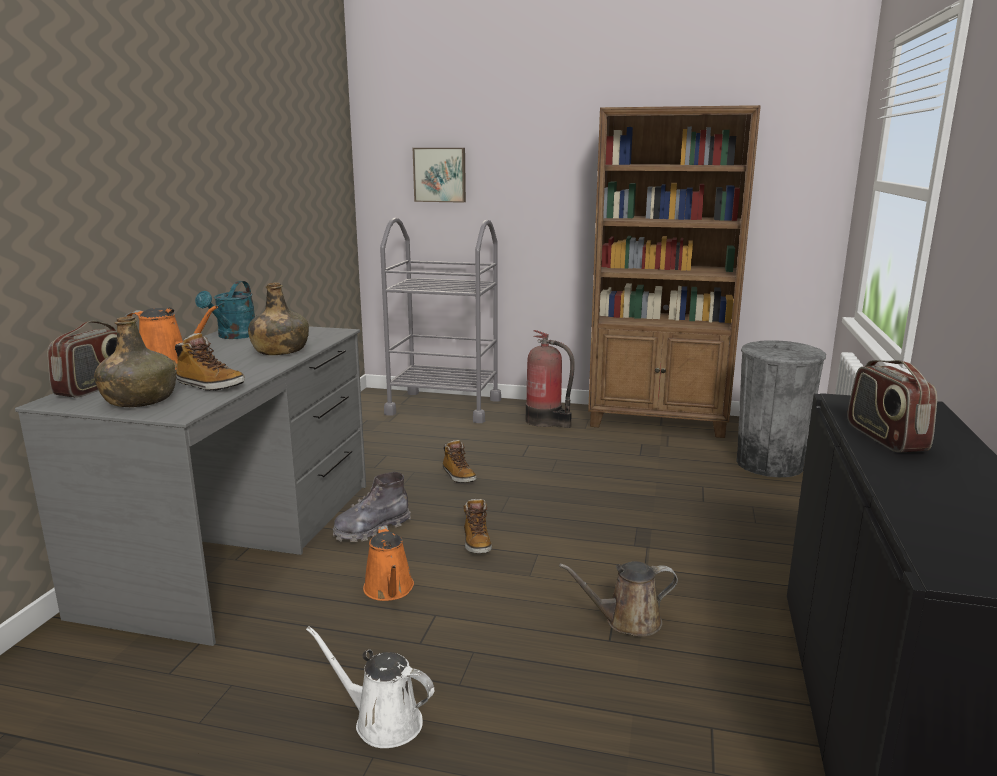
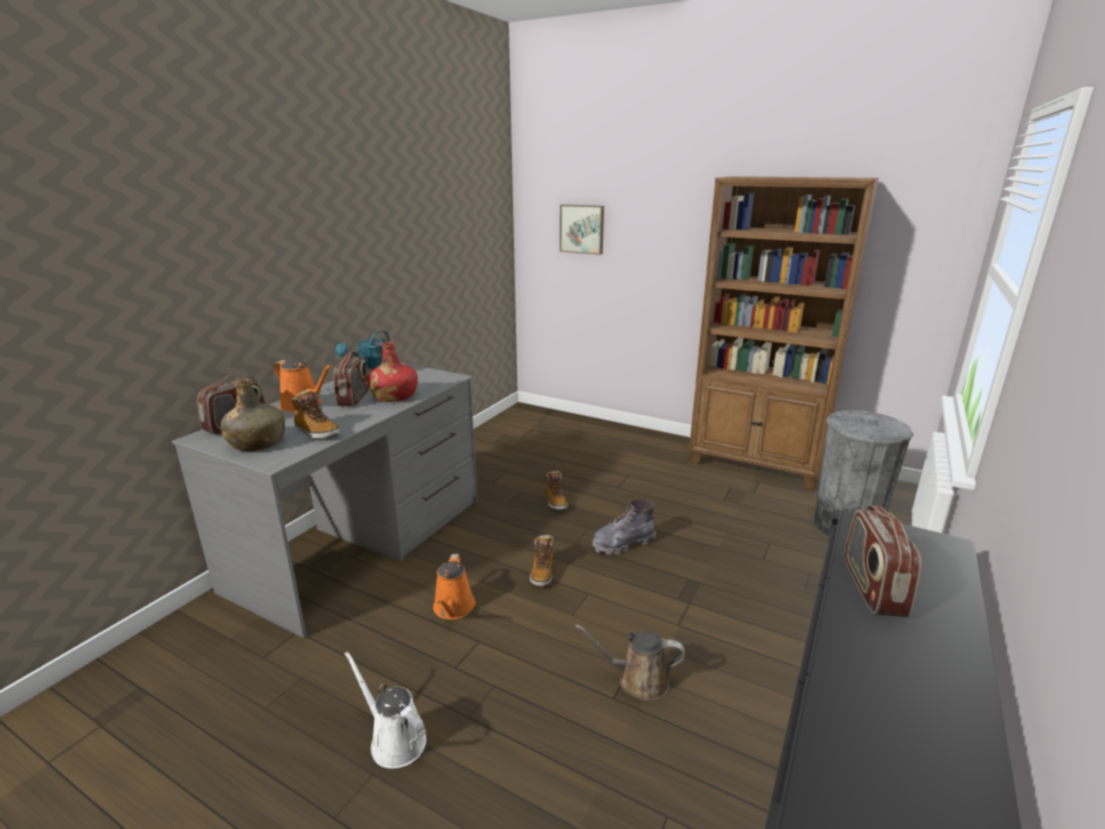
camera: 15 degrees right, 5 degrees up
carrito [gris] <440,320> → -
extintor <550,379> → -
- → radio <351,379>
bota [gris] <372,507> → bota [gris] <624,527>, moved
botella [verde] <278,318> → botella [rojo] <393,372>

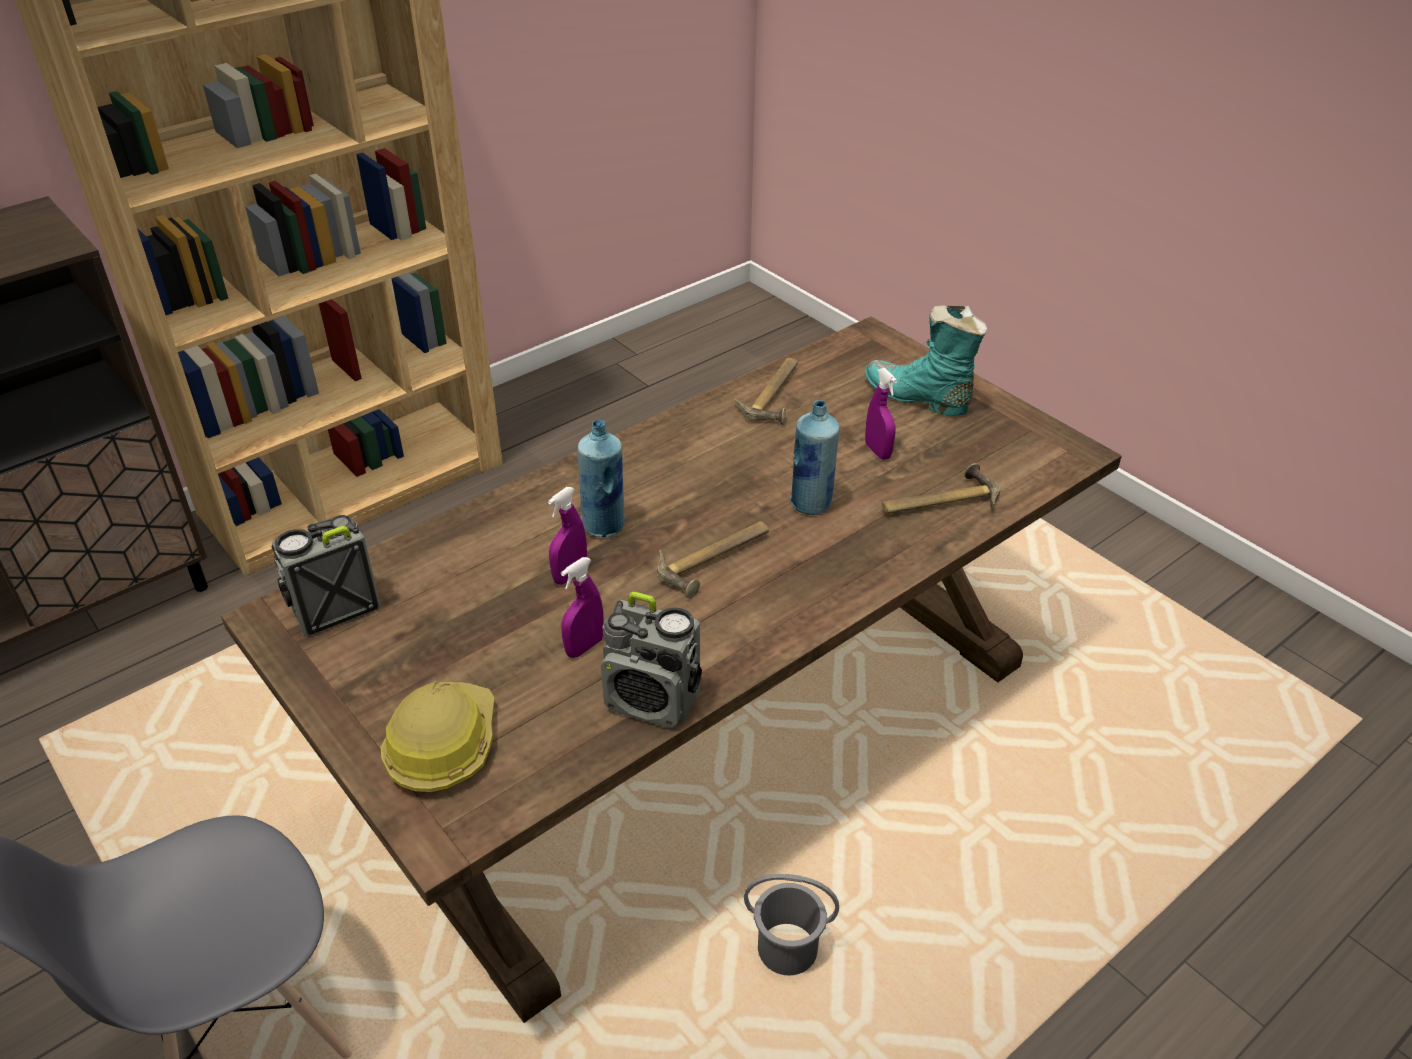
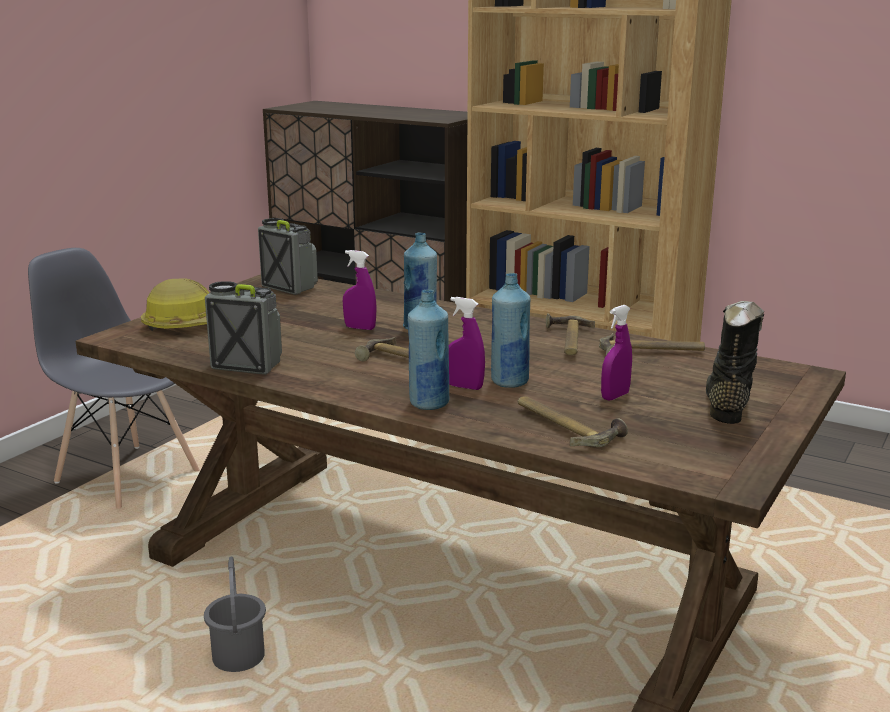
camera: 70 degrees right, 20 degrees down
- → botella [azul] <428,350>
- → martillo <570,334>
pulverizador [morado] <582,607> → pulverizador [morado] <467,343>, moved
bota [turquesa] <926,361> → bota [negro] <735,362>
radio <651,660> → radio <243,328>, 105 degrees clockwise

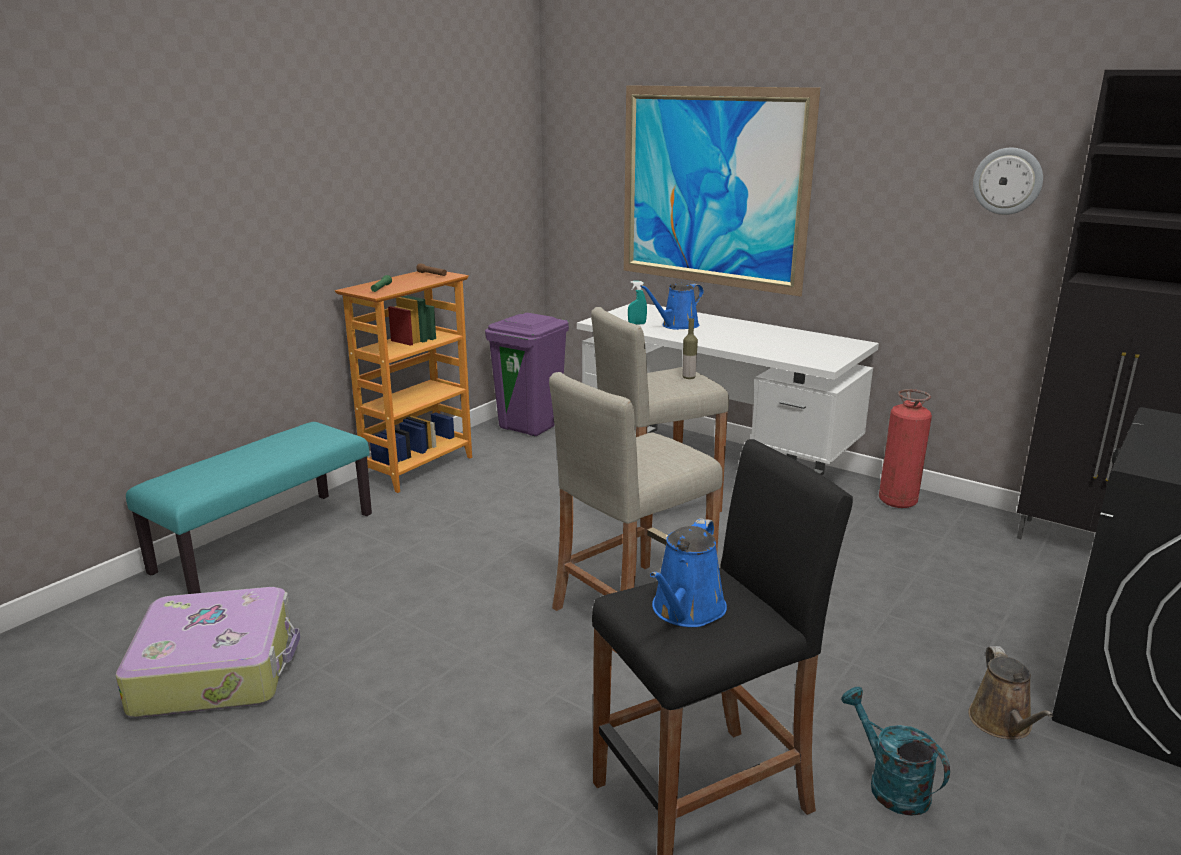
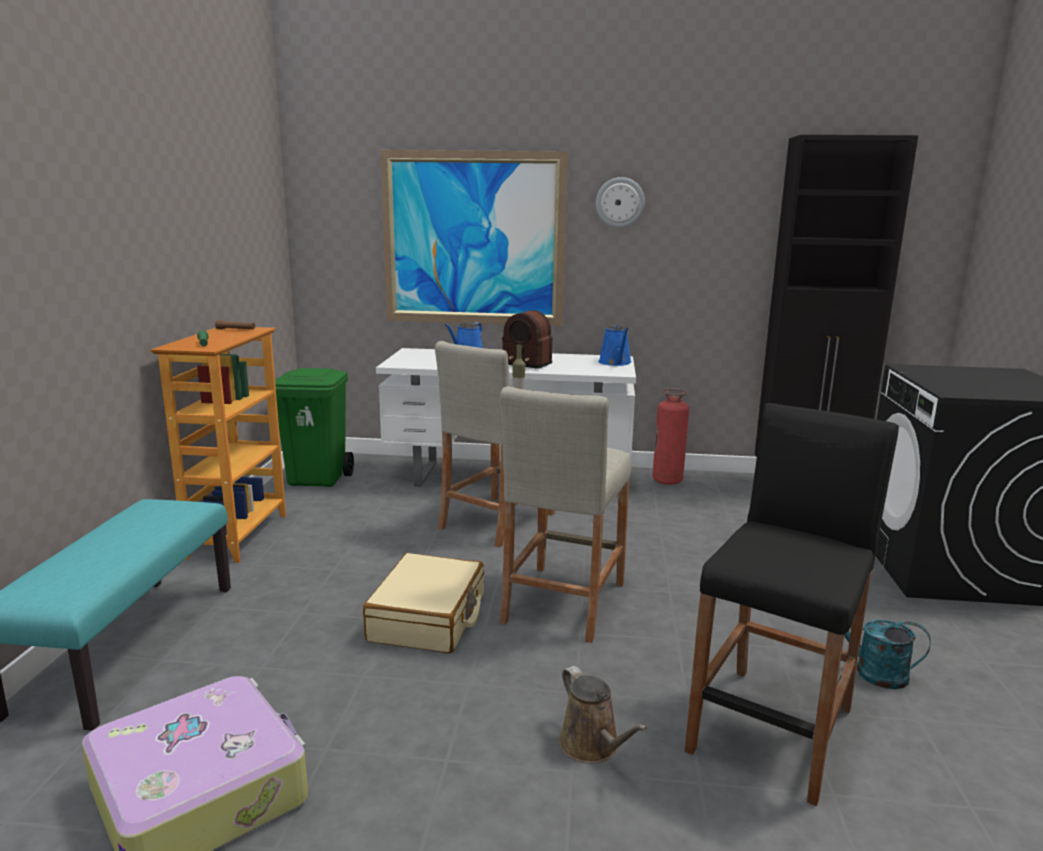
camera: 30 degrees left, 5 degrees down
pulverizador [turquesa] <637,303> → -
- → maleta [beis] <423,603>
- → radio <527,339>
regadera [azul] <688,572> → regadera [azul] <615,345>, moved
regadera [marrón] <1010,692> → regadera [marrón] <603,714>, moved
reloj de pared <1008,181> → reloj de pared <620,202>, moved
papelera [morado] <527,374> → papelera [verde] <314,427>

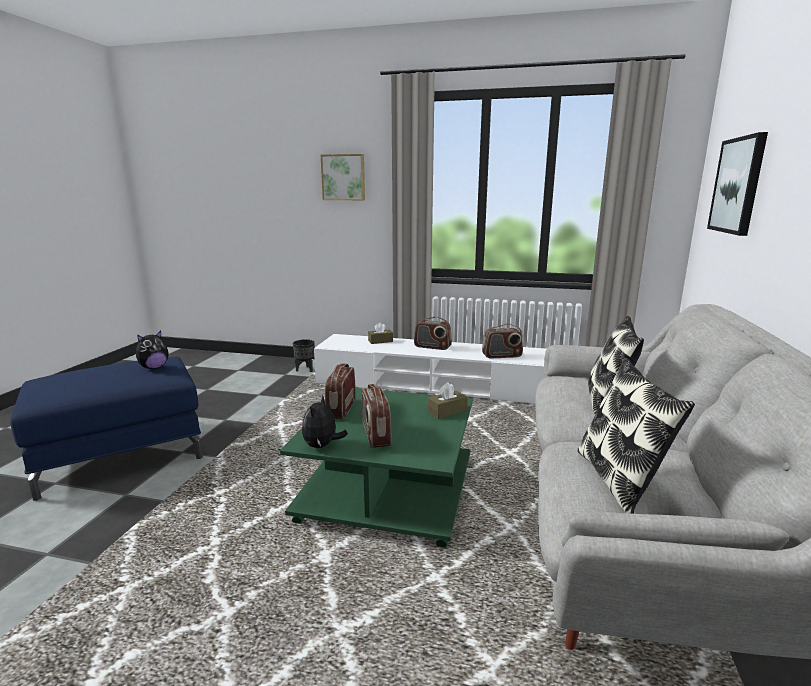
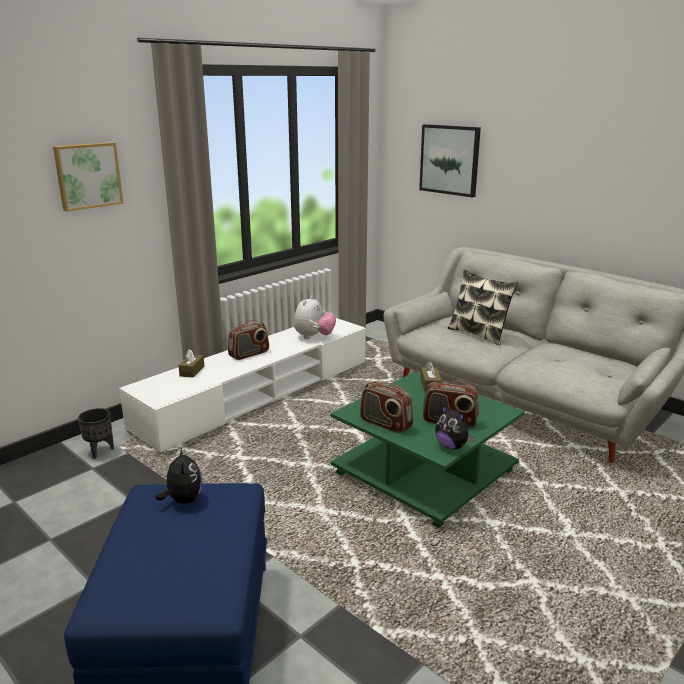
camera: 60 degrees left, 5 degrees up
cojín <636,436> → -
radio <502,341> → peluche <315,317>

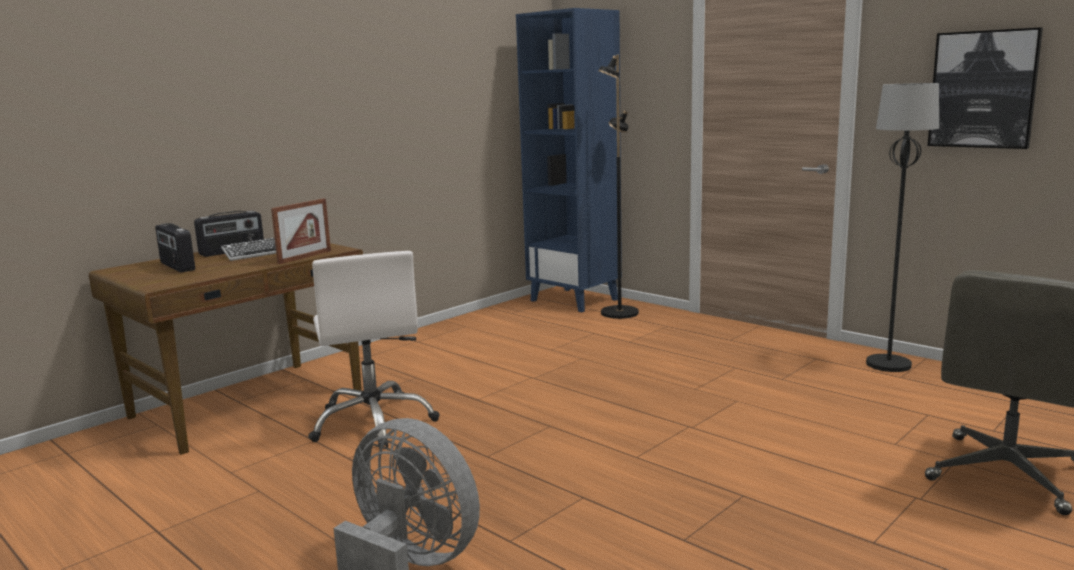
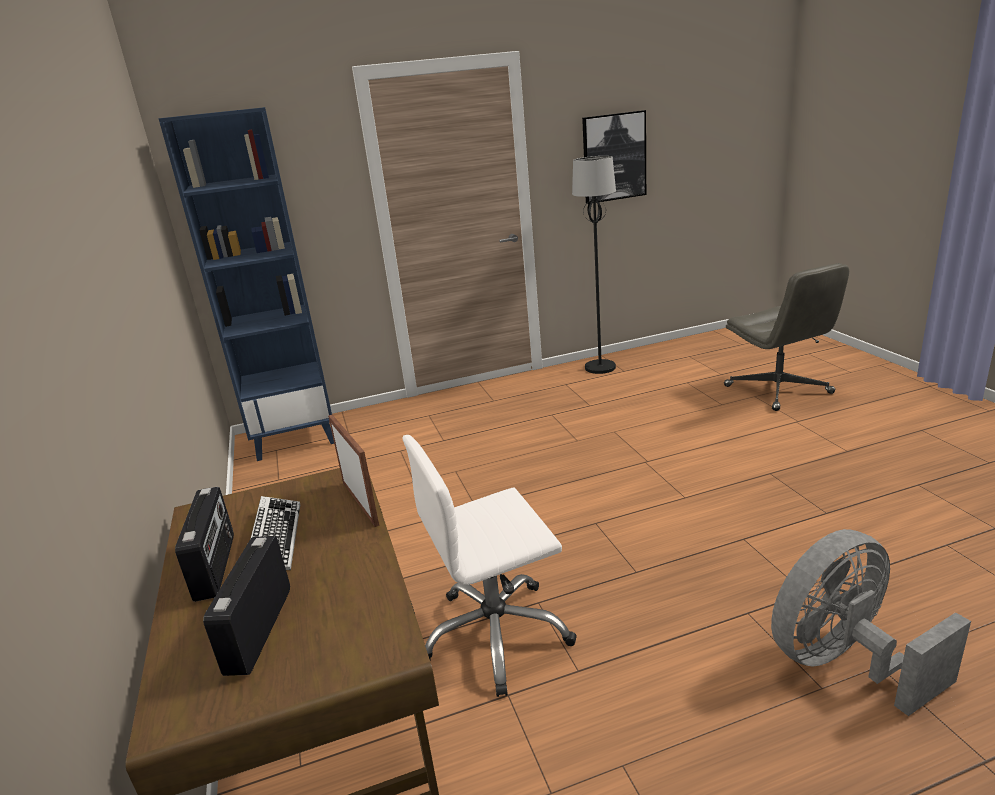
camera: 60 degrees left, 10 degrees up
lámpara de pie [negro] <618,187> → -
radio <175,247> → radio <246,606>, 105 degrees clockwise
silla de oficina [blanco] <374,350> → silla de oficina [blanco] <489,566>, 150 degrees clockwise

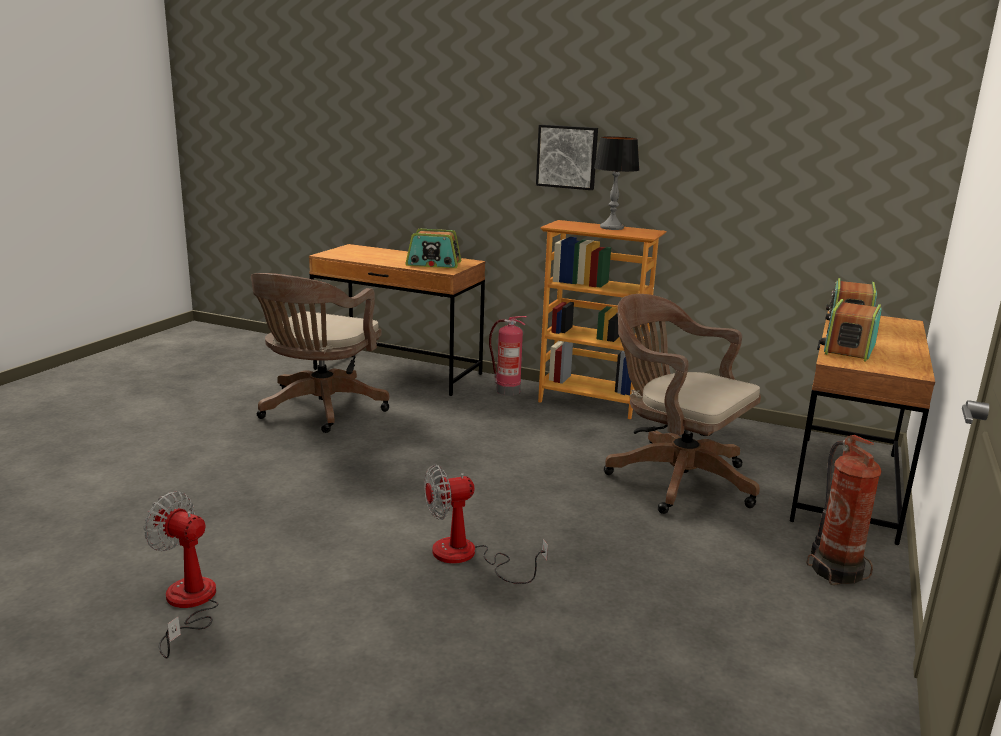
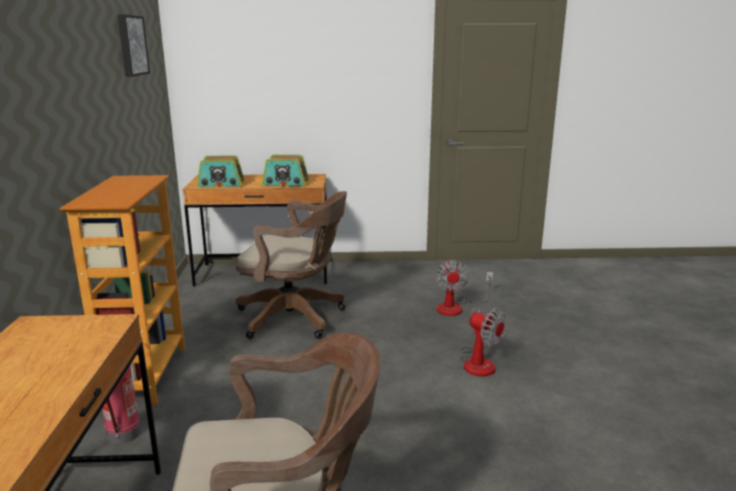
camera: 115 degrees left, 0 degrees up
radio <433,248> → -
lámpara de mesa <617,183> → -
extintor <844,510> → -
ventilador <181,574> → ventilador <464,288>, moved
cuadro <567,157> → cuadro <133,46>, moved
silla de oficina [marrón] <682,404> → silla de oficina [marrón] <291,265>, 90 degrees counterclockwise

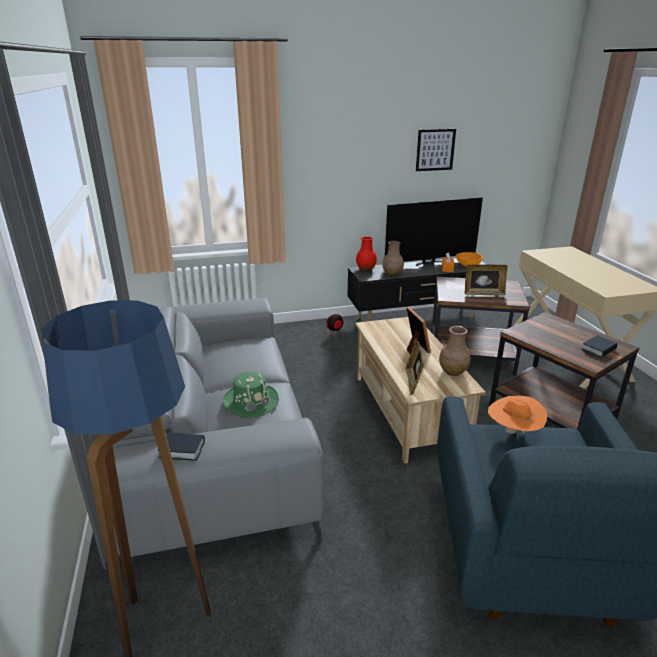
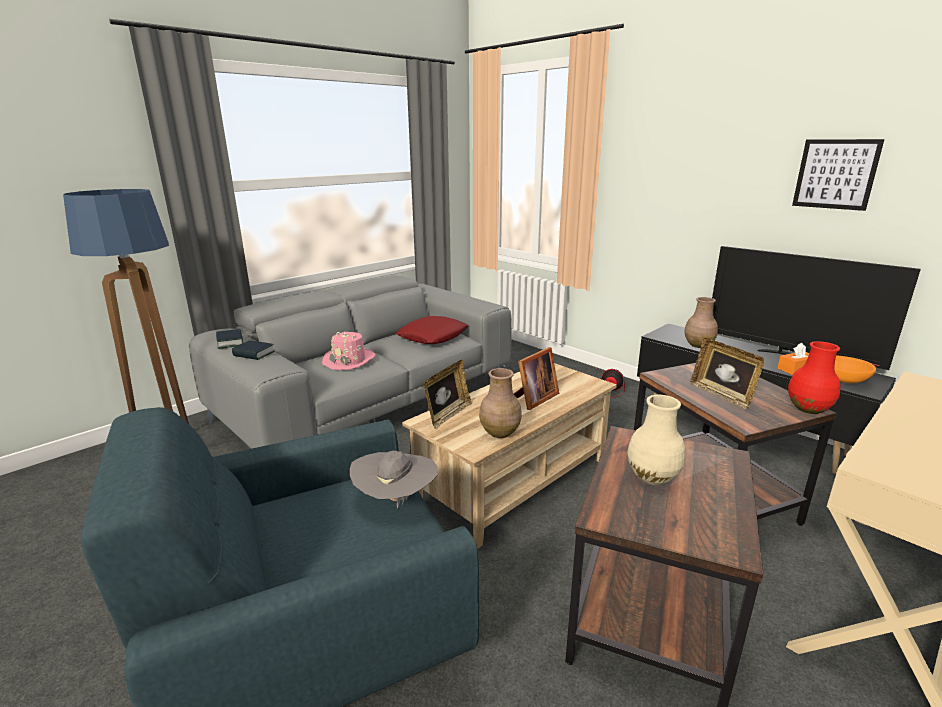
camera: 60 degrees right, 5 degrees down
- → cojín [rojo] <432,330>
- → florero [beis] <656,440>
florero [rojo] <366,253> → florero [rojo] <814,377>, moved
libro <599,346> → libro <253,350>, moved
sombrero [verde] <251,395> → sombrero [rosa] <348,351>
sombrero [naranja] <517,415> → sombrero [gris] <394,480>
portarretratos <415,367> → portarretratos <448,394>, 150 degrees clockwise

